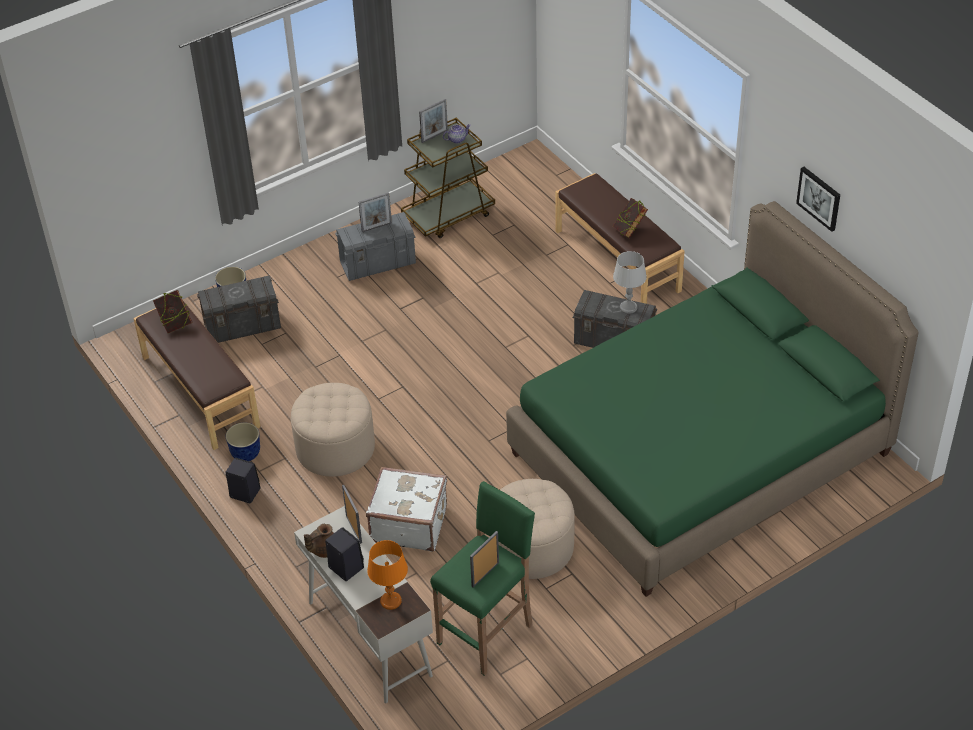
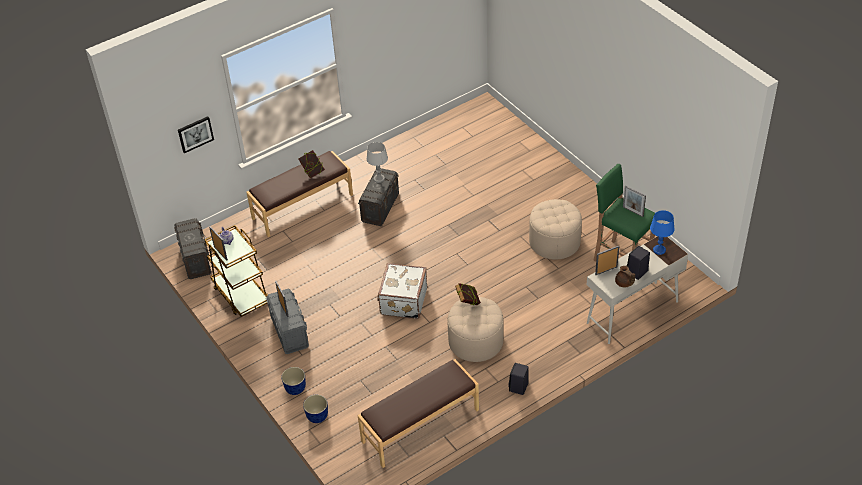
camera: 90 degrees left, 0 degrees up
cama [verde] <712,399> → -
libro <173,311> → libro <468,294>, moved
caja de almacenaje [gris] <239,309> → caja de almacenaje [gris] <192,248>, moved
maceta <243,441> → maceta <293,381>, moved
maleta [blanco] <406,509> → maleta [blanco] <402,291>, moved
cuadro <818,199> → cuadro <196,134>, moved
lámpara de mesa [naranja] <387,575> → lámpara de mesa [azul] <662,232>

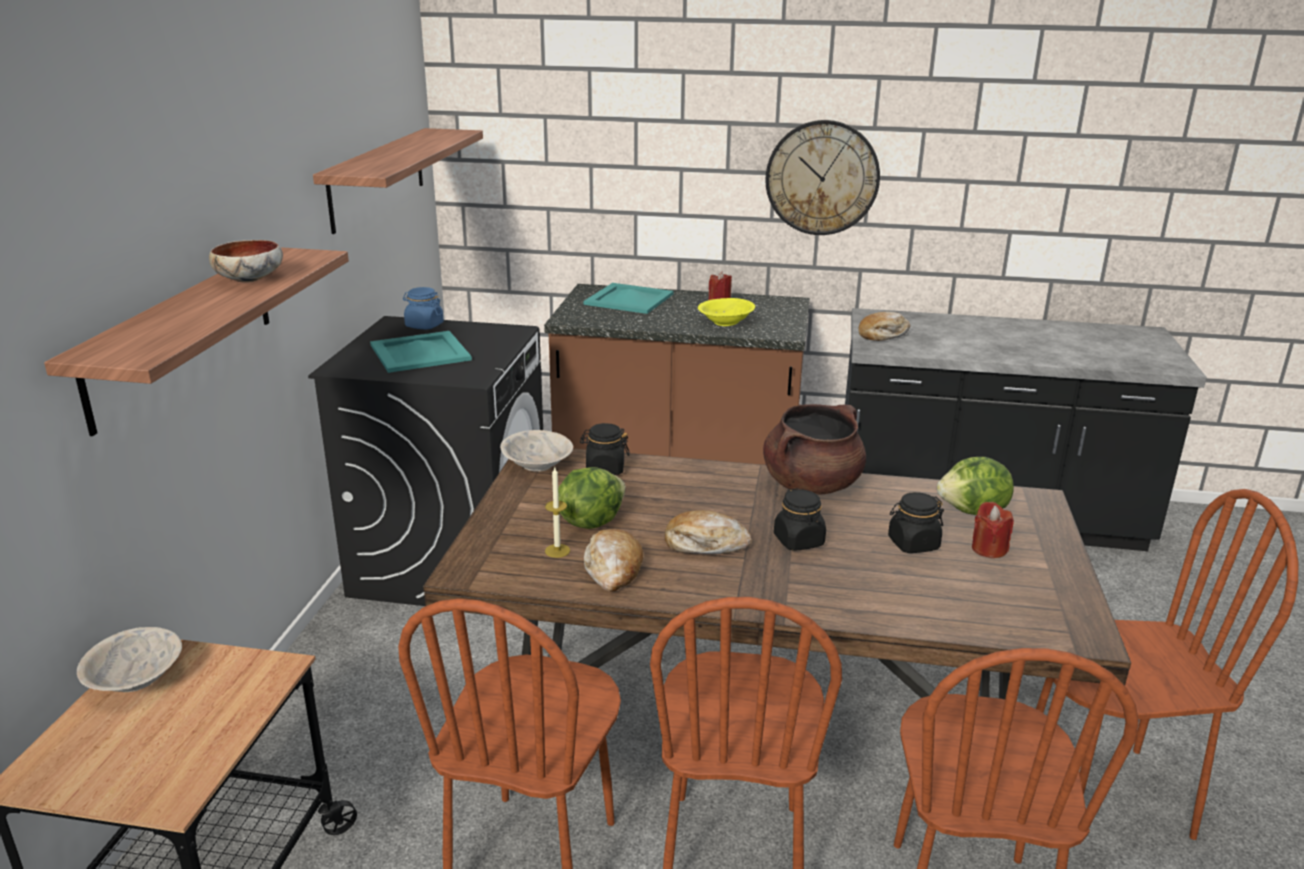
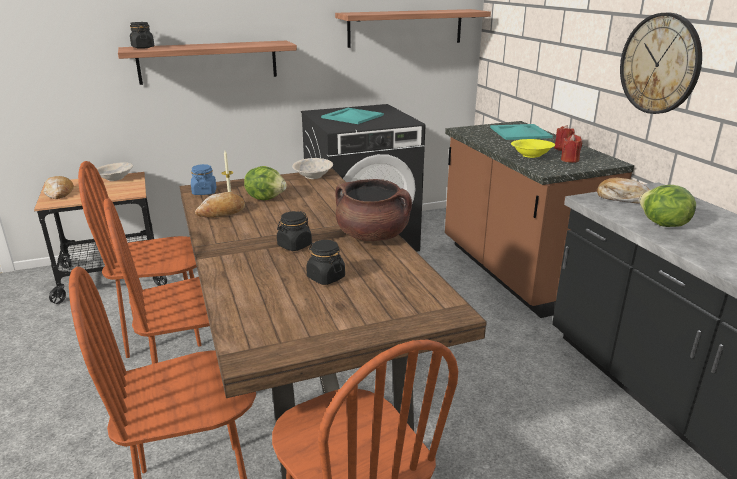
camera: 60 degrees right, 0 degrees up
cuenco <246,261> → -
tarro [azul] <423,308> → tarro [azul] <203,179>, moved
tarro [negro] <604,449> → tarro [negro] <142,35>, moved
pan <708,532> → pan <59,187>, moved
lechuga <975,486> → lechuga <667,206>, moved
vela [rojo] <993,530> → vela [rojo] <571,149>, moved

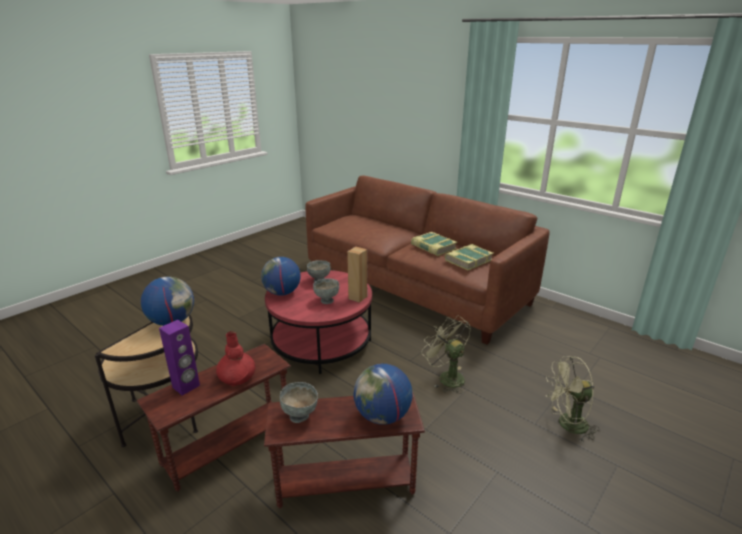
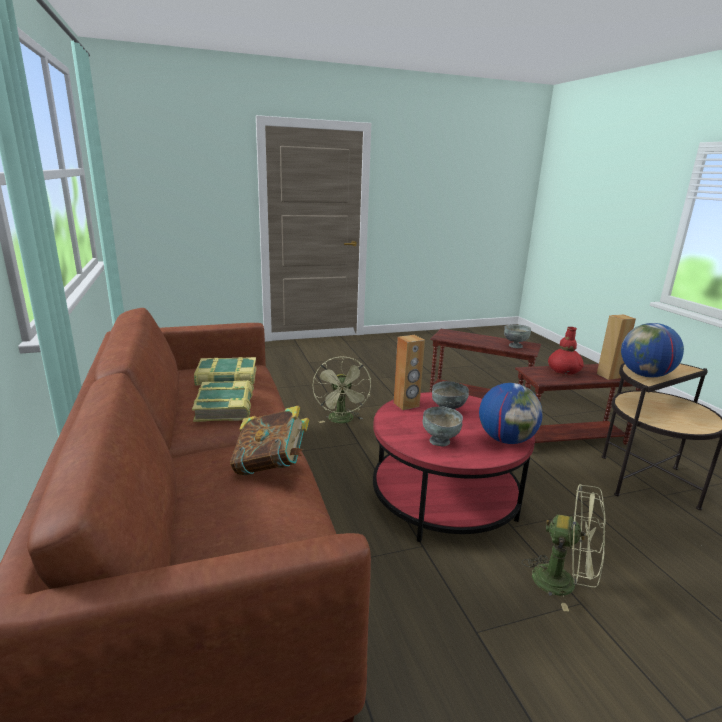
camera: 150 degrees left, 5 degrees down
globo terráqueo <383,394> → -
- → libro <269,440>
ventilador [verde] <572,399> → ventilador [verde] <564,547>, moved
altavoz [morado] <179,358> → altavoz [marrón] <616,347>

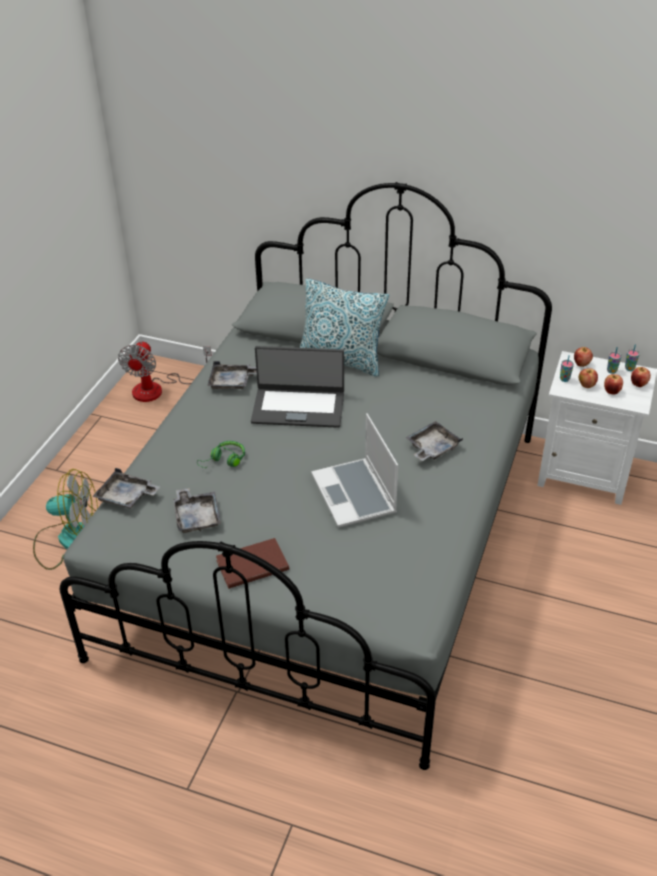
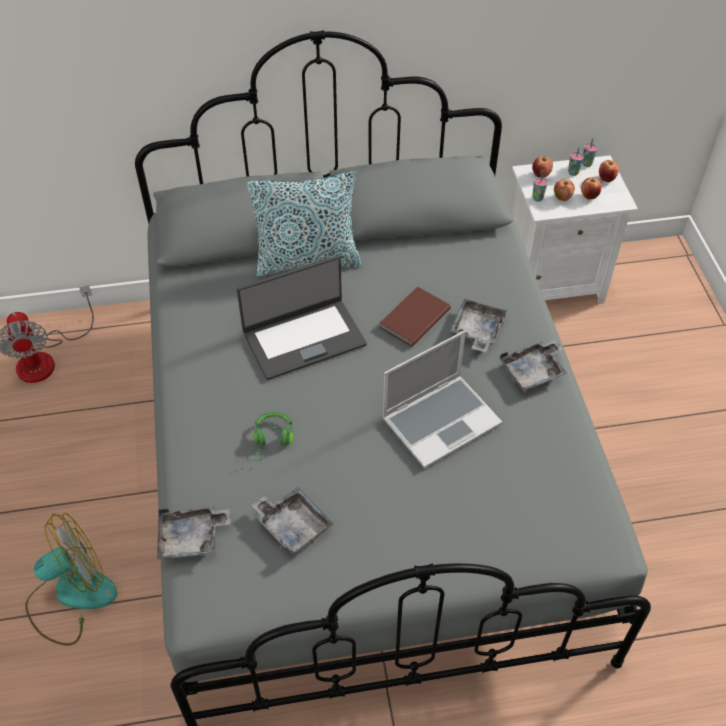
camera: 30 degrees left, 10 degrees up
bandeja [gris] <232,375> → bandeja [gris] <533,365>, moved
libro [marrón] <252,563> → libro [marrón] <415,316>, moved
portátil <354,470> → portátil <442,399>, 75 degrees counterclockwise

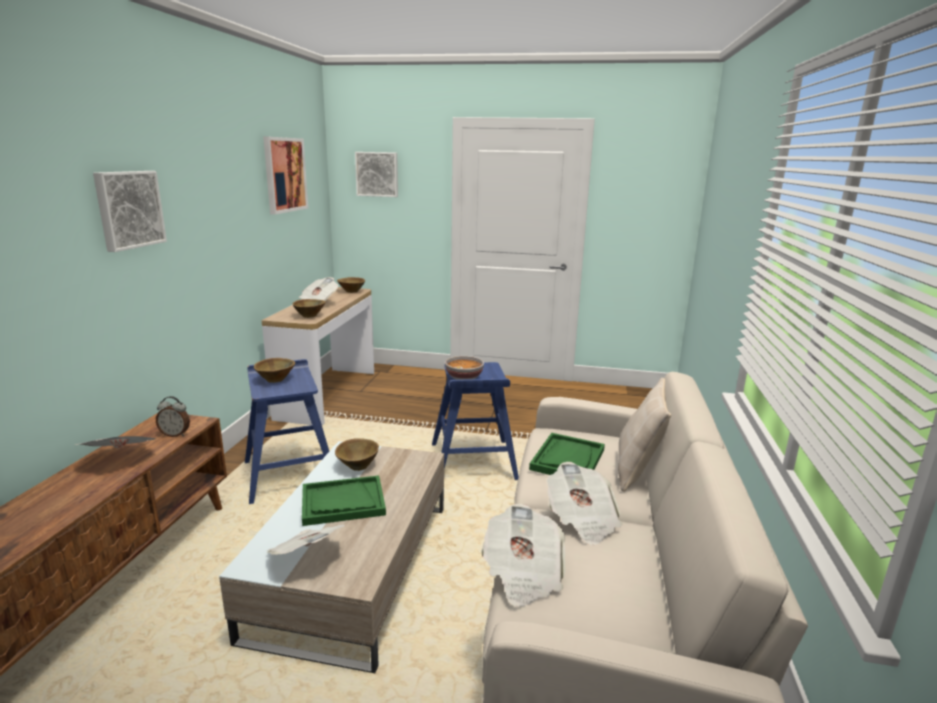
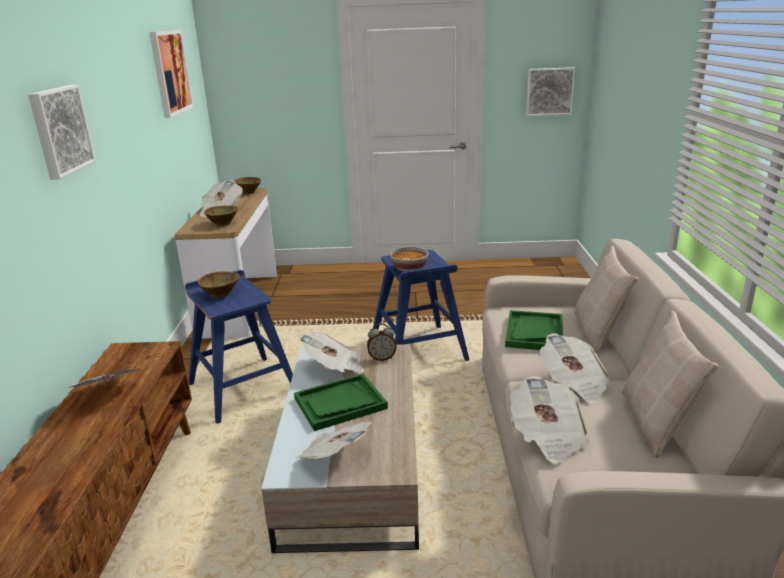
camera: 10 degrees left, 5 degrees up
- → cojín [beis] <670,384>
despertador <173,416> → despertador <382,342>, moved
cuadro <376,174> → cuadro <550,91>, moved
cuenco [marrón] <357,454> → periódico <332,352>

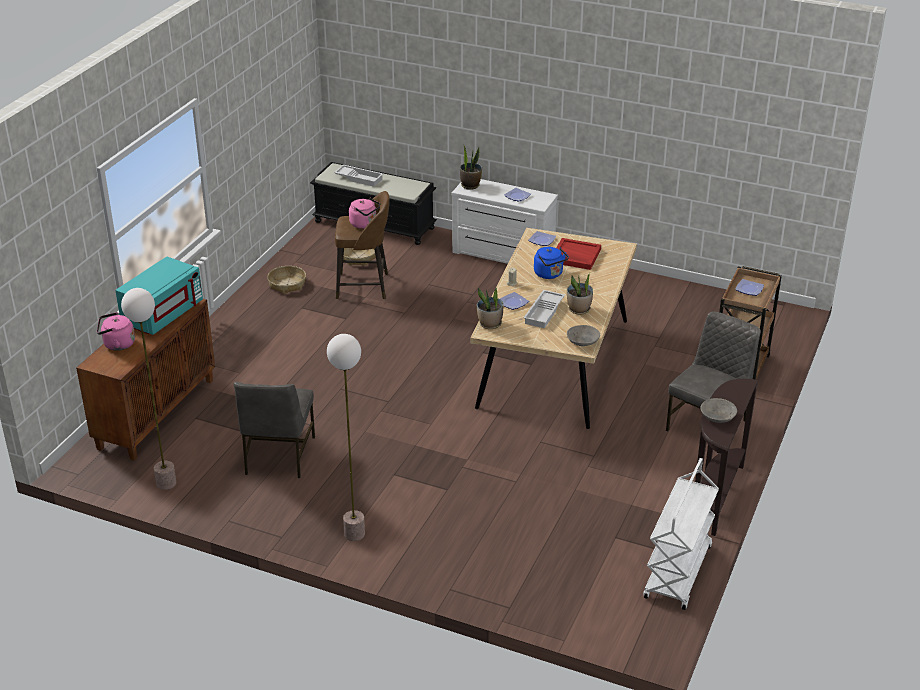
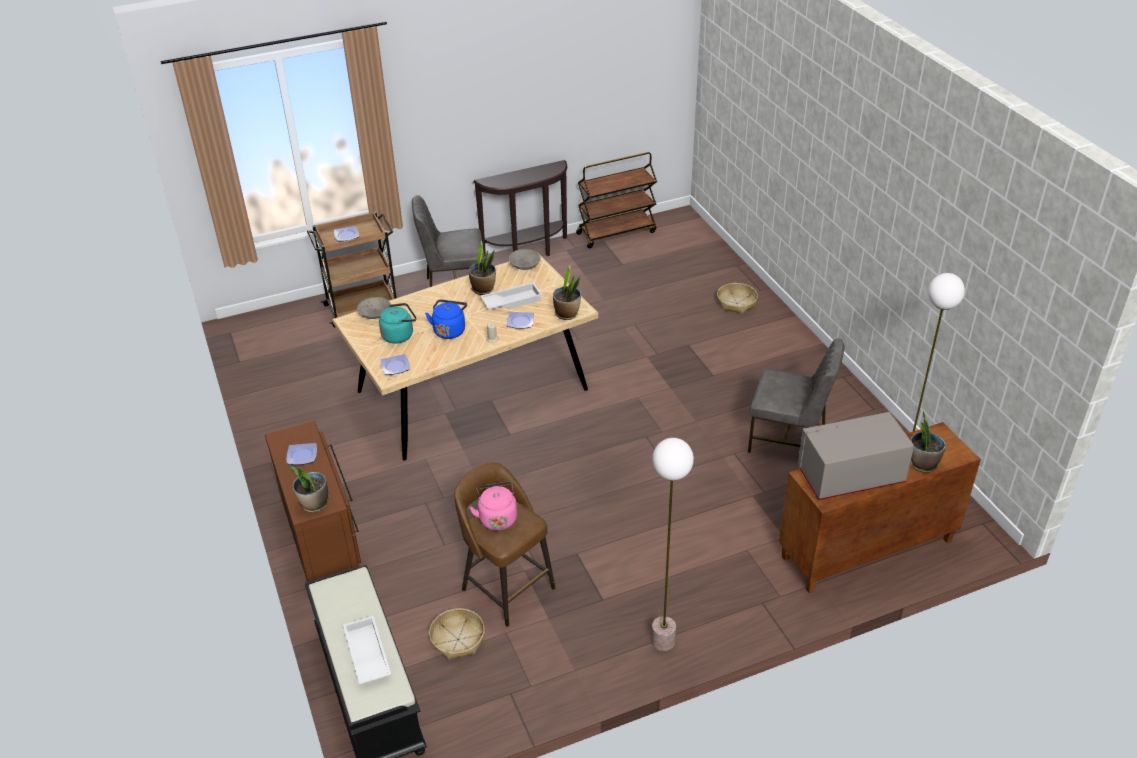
camera: 135 degrees left, 5 degrees up
cesta <286,280> → cesta <737,298>, moved
lámpara de pie <346,437> → lámpara de pie <673,544>, moved
cuenco [gris] <718,410> → cuenco [gris] <374,308>, moved
hervidor [rosa] <116,331> → planta en maceta <928,442>
bandeja [rojo] <578,254> → hervidor [turquesa] <398,323>
microondas [turquesa] <159,296> → microondas [gris] <856,456>
cómoda [blanco] <505,221> → cómoda [marrón] <313,501>
carrito [blanco] <681,534> → carrito [marrón] <616,200>
silla [gris] <274,430> → silla [gris] <796,395>, 60 degrees clockwise

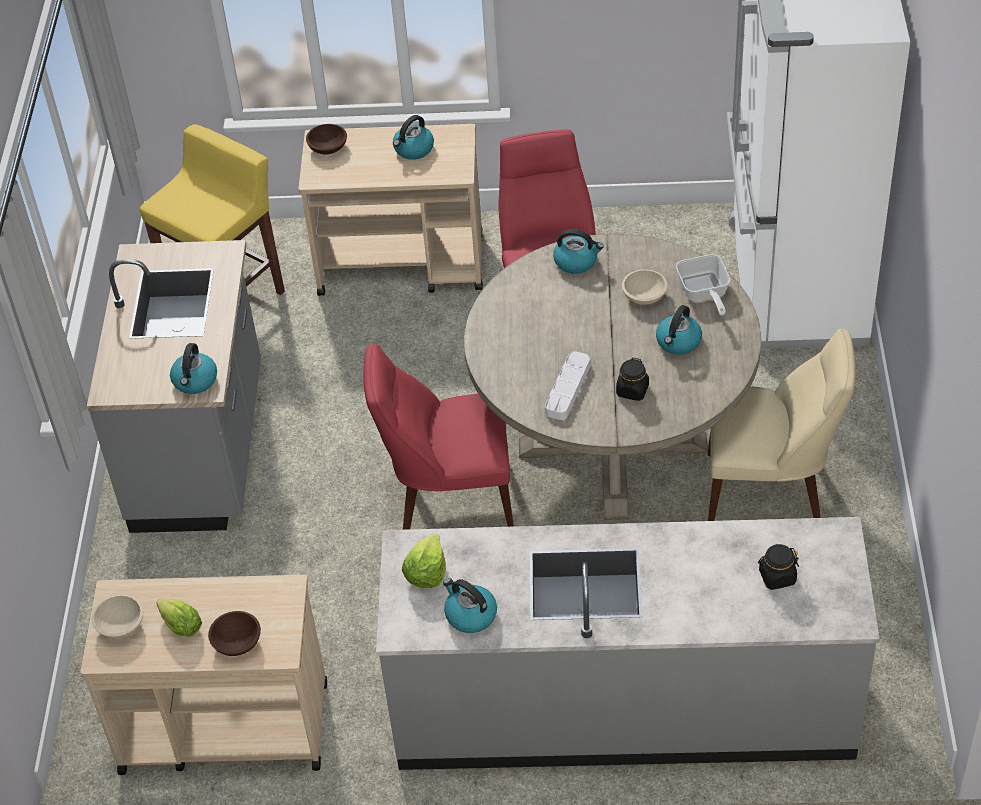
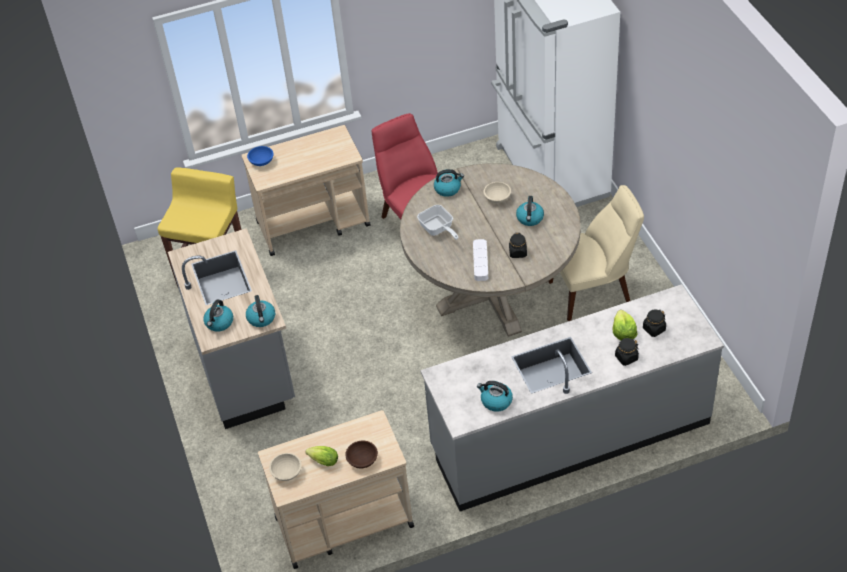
camera: 20 degrees left, 0 degrees up
silla [rojo] <438,436> → -
- → tarro [negro] <627,352>
hervidor <413,137> → hervidor <218,315>, moved
lechuga <424,561> → lechuga <625,325>, moved
sartén <703,285> → sartén <437,222>, moved
cuenco [marrón] <326,139> → cuenco [azul] <260,156>

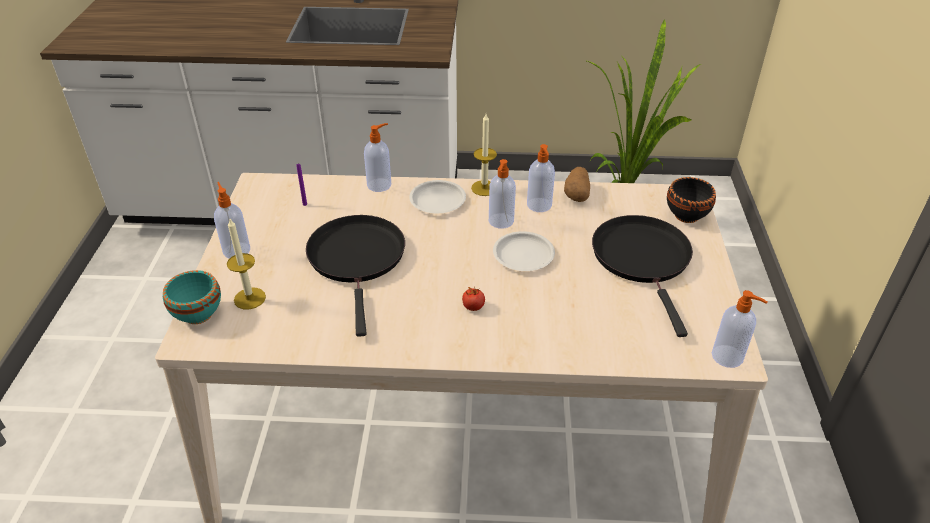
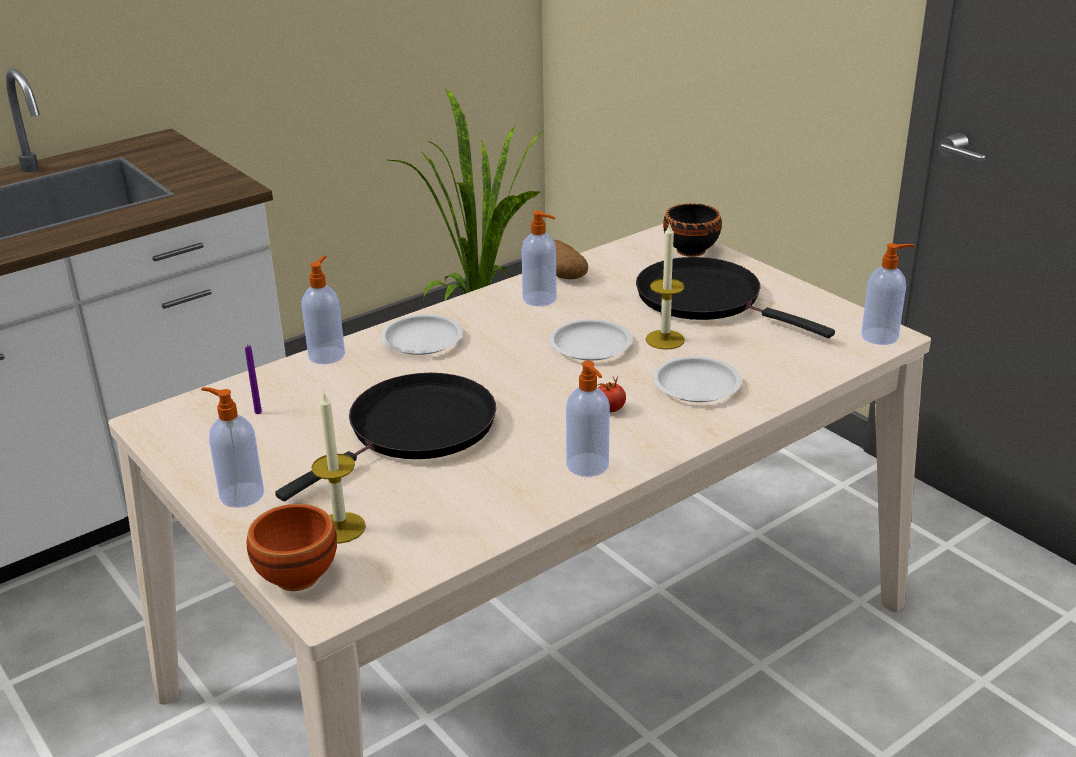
camera: 40 degrees left, 10 degrees down
- → plato [blanco] <697,379>
vela <484,155> → vela <665,286>, moved
dispensador de jabón <502,194> → dispensador de jabón <588,419>, moved
cuenco [turquesa] <192,297> → cuenco [marrón] <292,547>
sartén [negro] <355,276> → sartén [negro] <385,437>, 90 degrees clockwise

